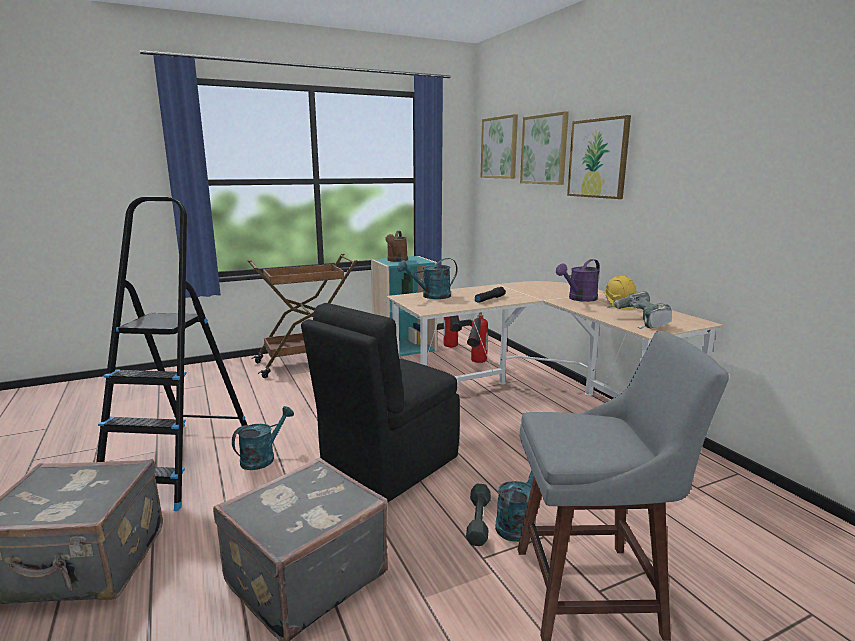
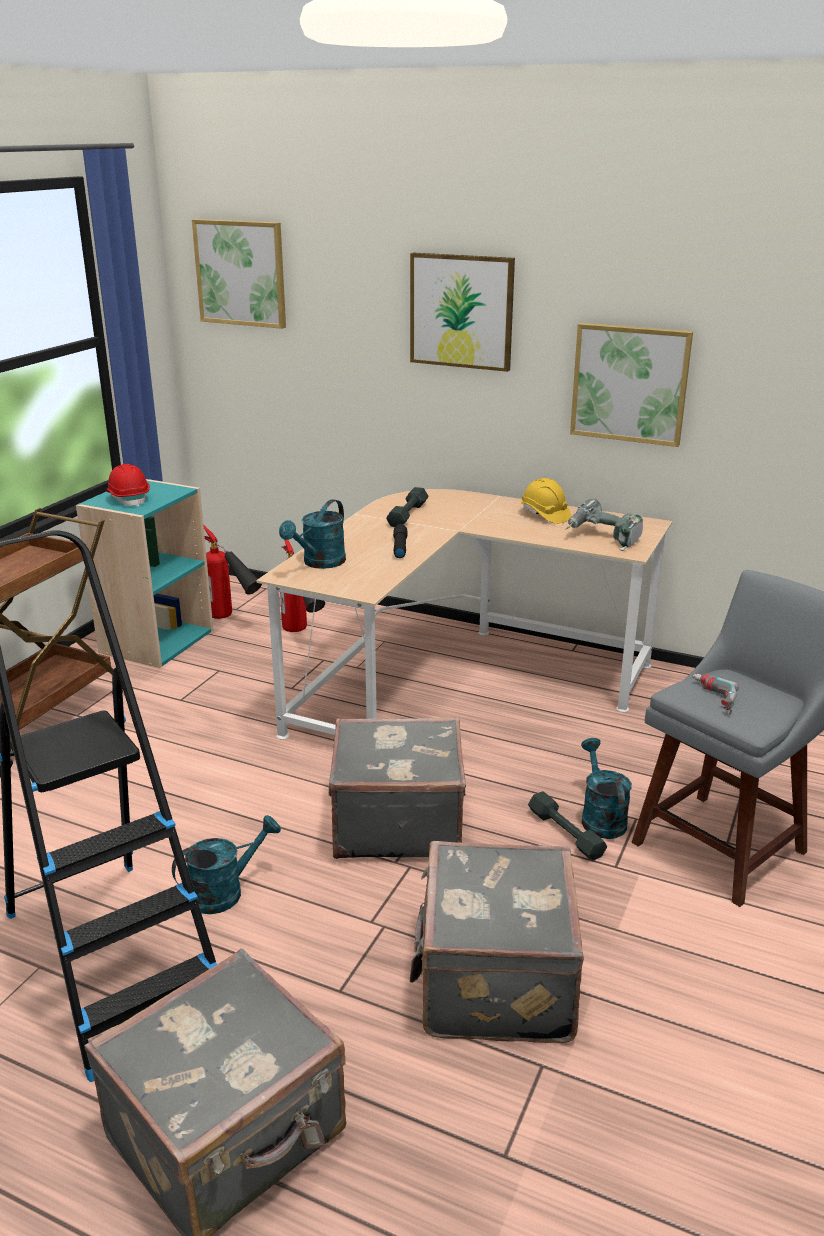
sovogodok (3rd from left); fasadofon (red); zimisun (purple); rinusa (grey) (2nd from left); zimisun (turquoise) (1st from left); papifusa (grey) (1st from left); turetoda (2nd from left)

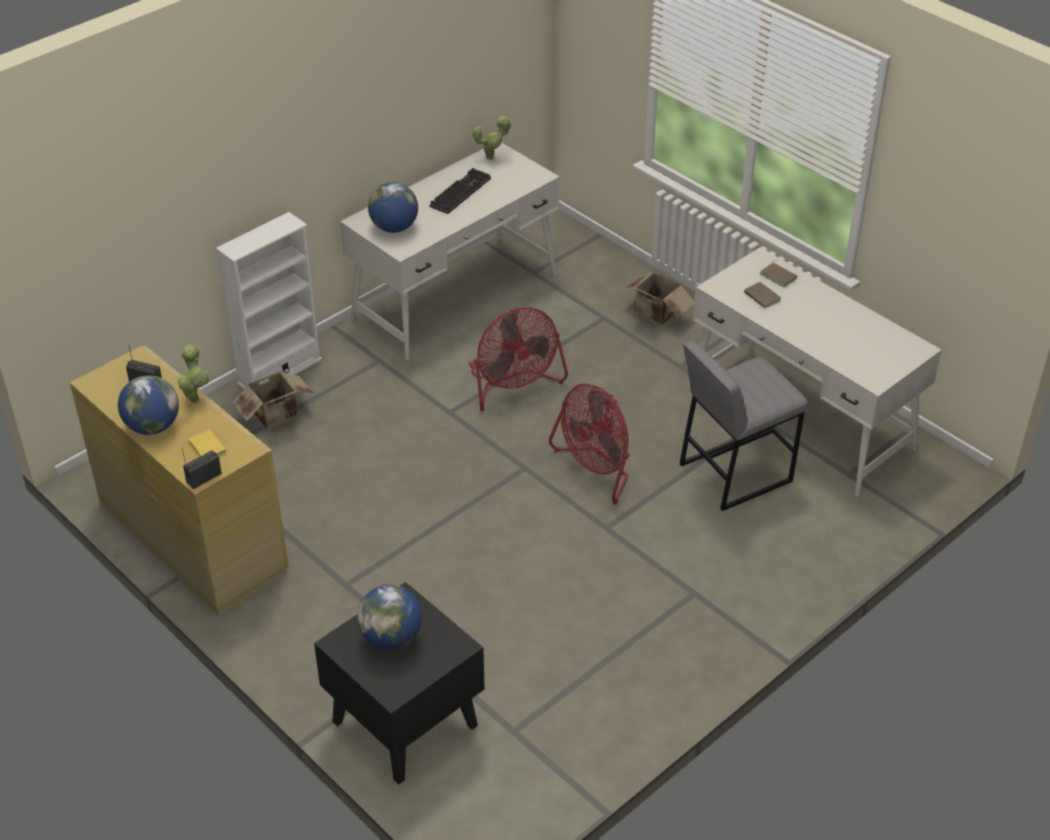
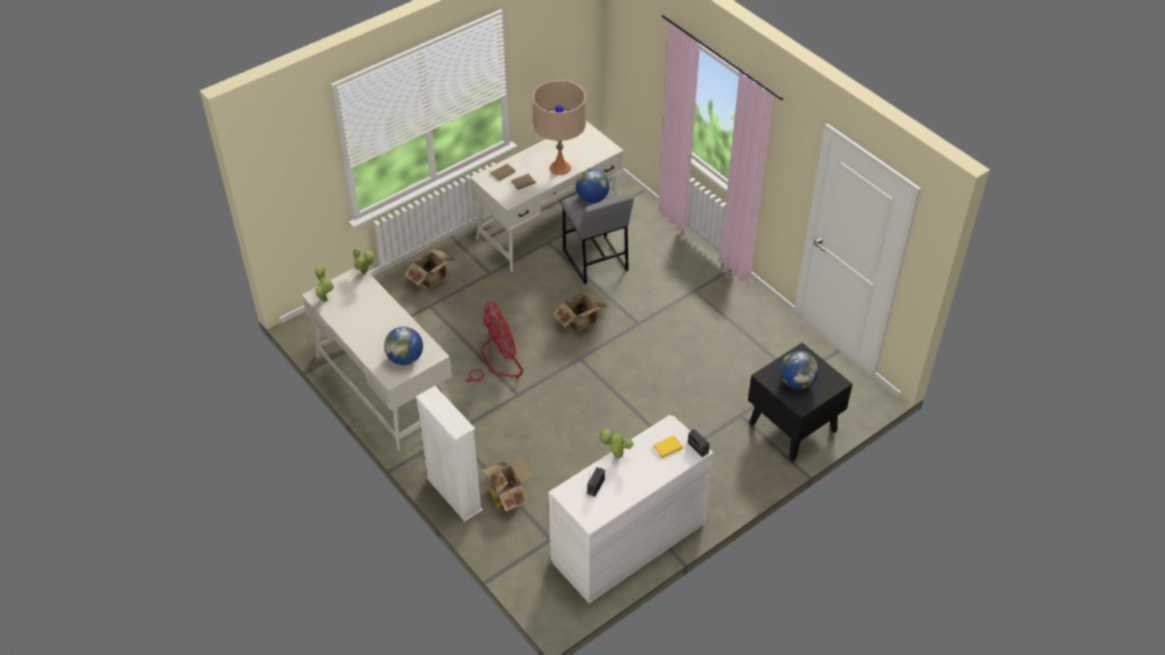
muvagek; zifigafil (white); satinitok (2nd from left); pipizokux (3rd from left); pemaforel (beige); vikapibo (2nd from left)

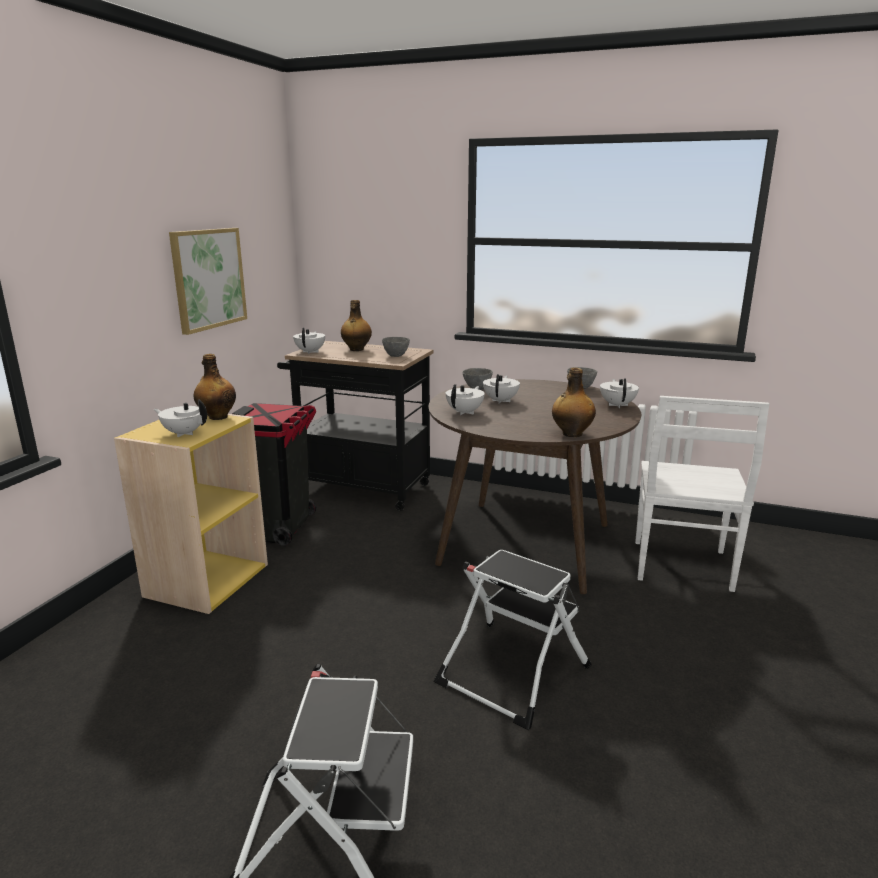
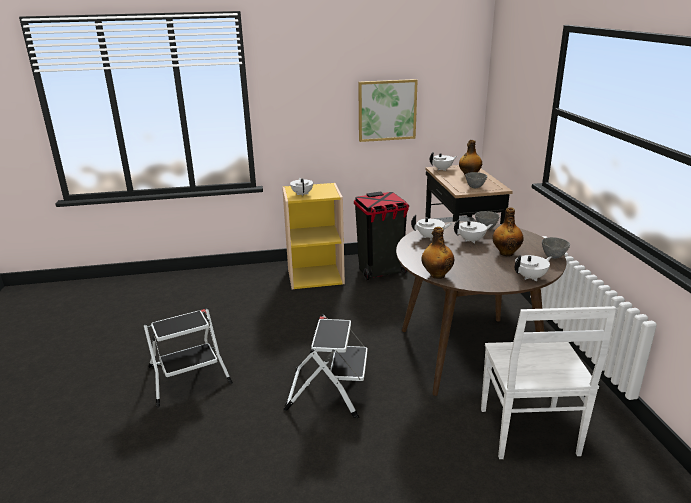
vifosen (3rd from left); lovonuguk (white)

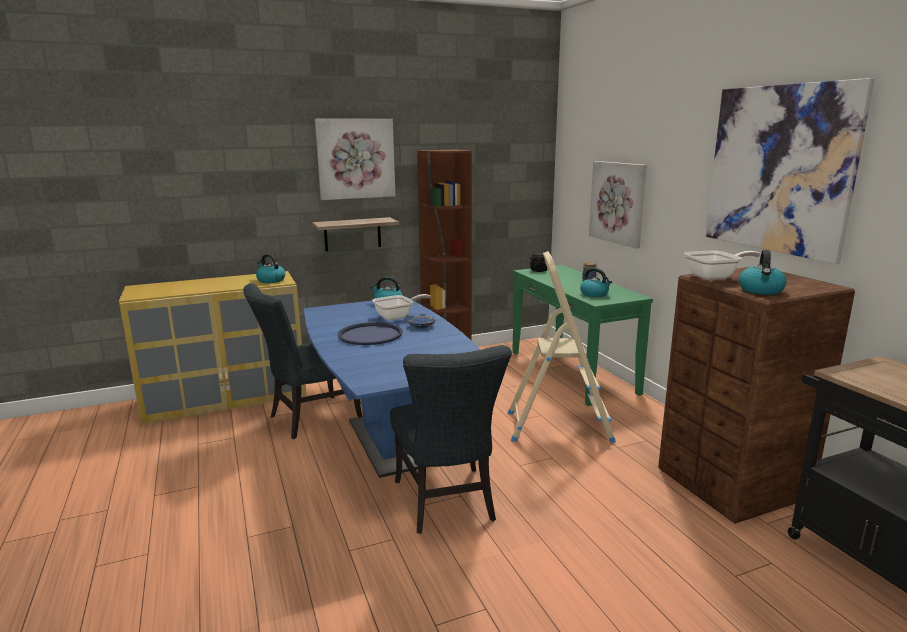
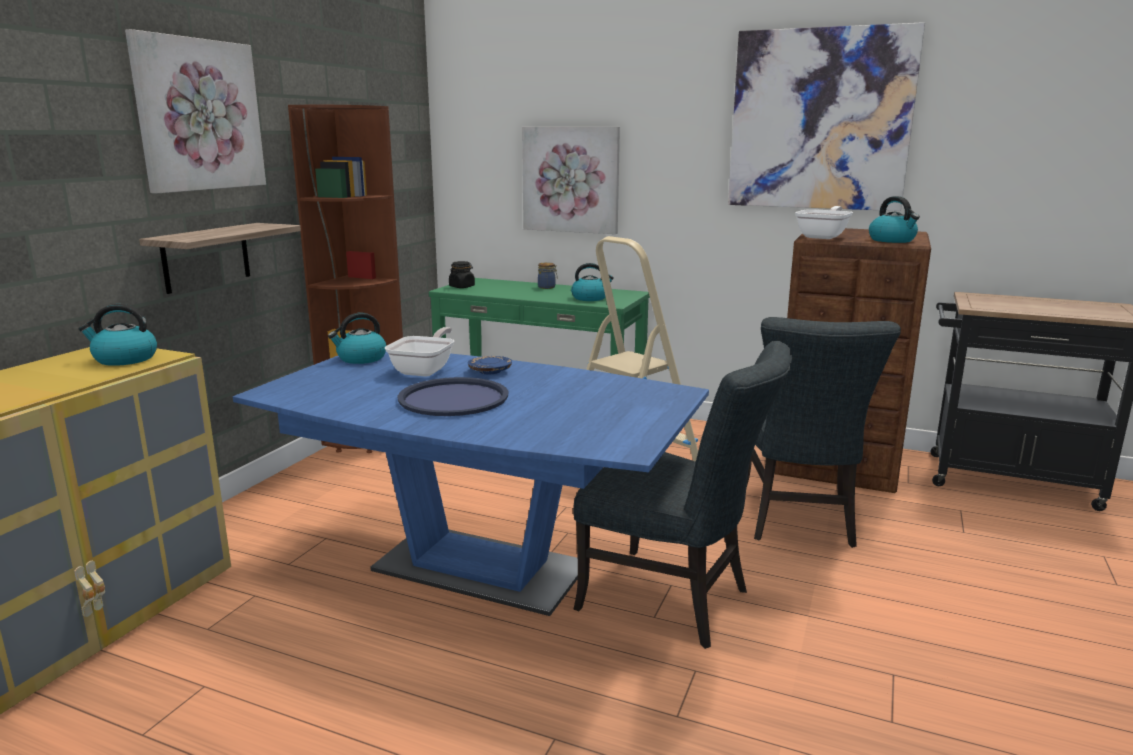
lovonuguk (grey) (2nd from left)

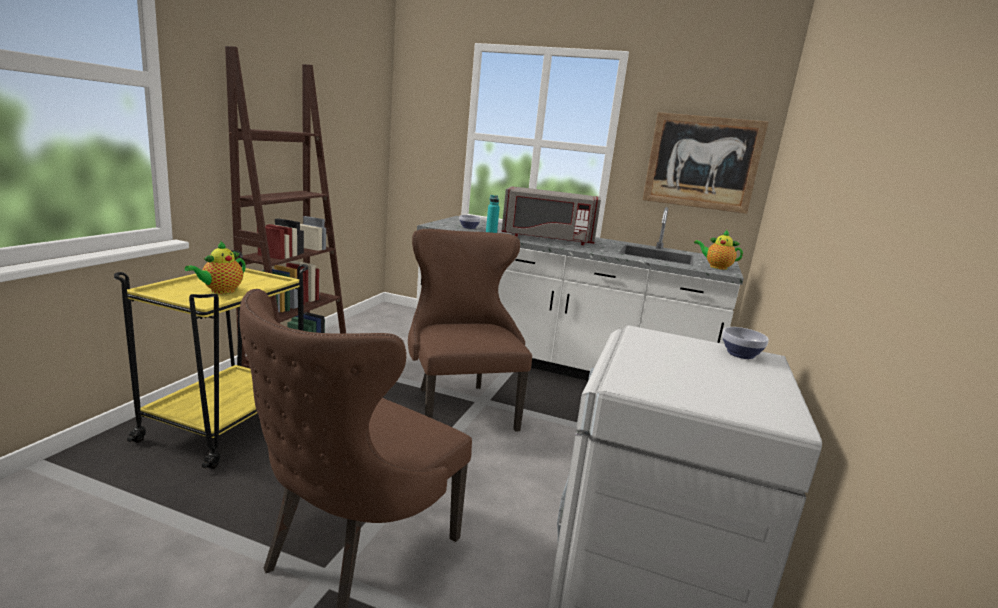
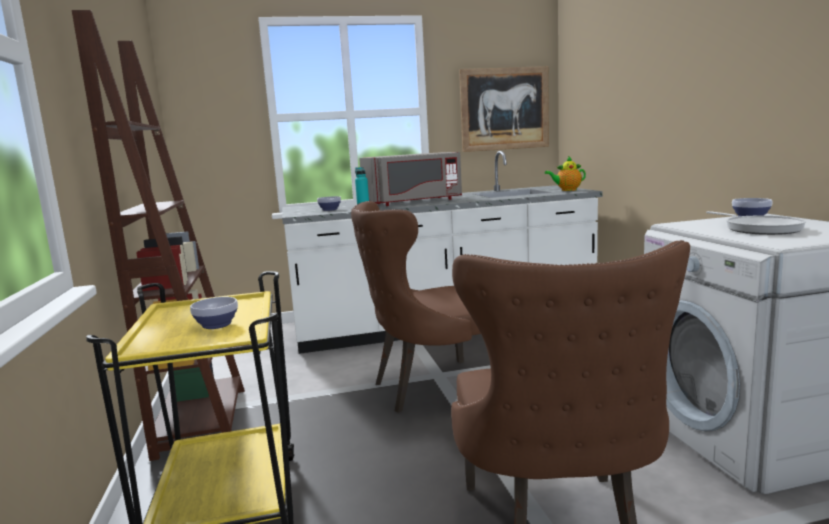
lovonuguk (brown) (1st from left); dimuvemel (1st from left); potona

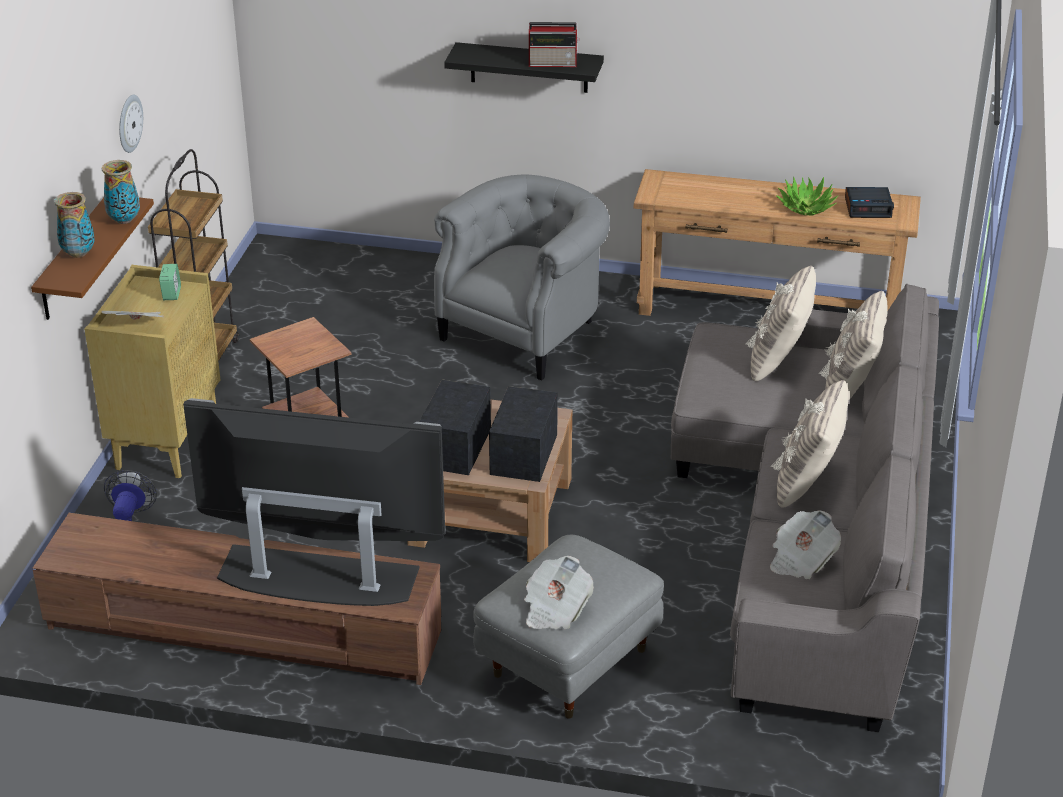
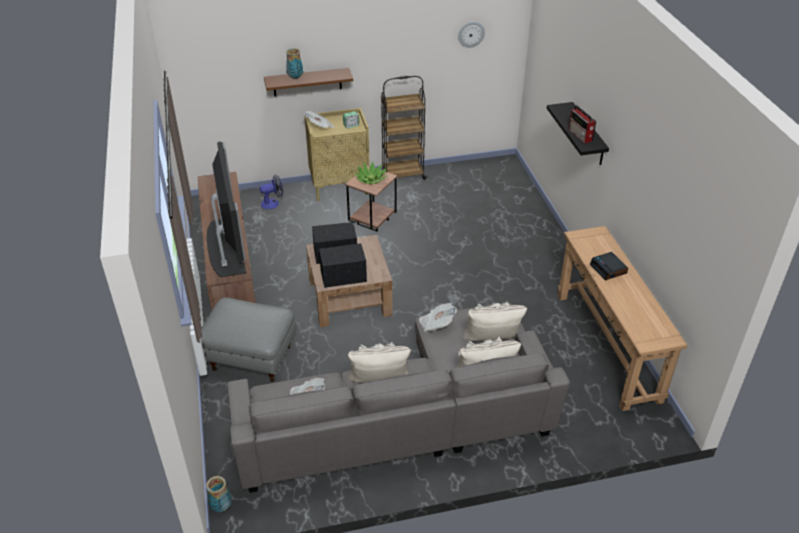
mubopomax; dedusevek (1st from left); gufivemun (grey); vikapibo; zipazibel (2nd from left); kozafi (3rd from left)

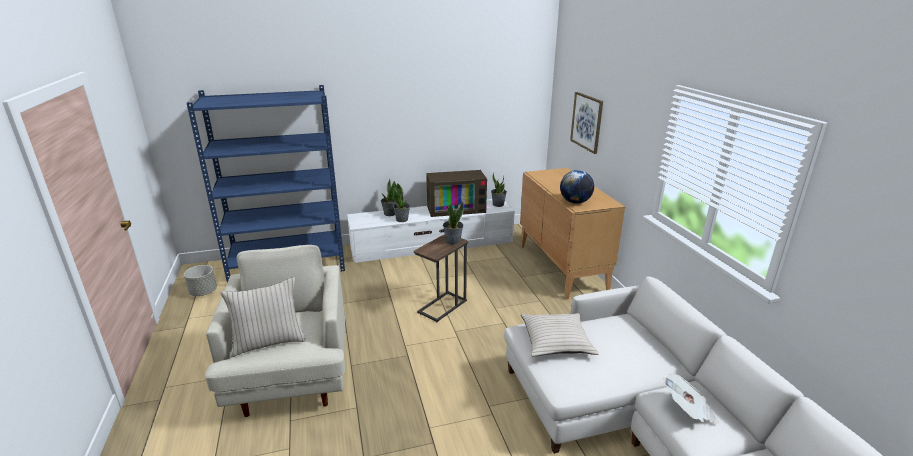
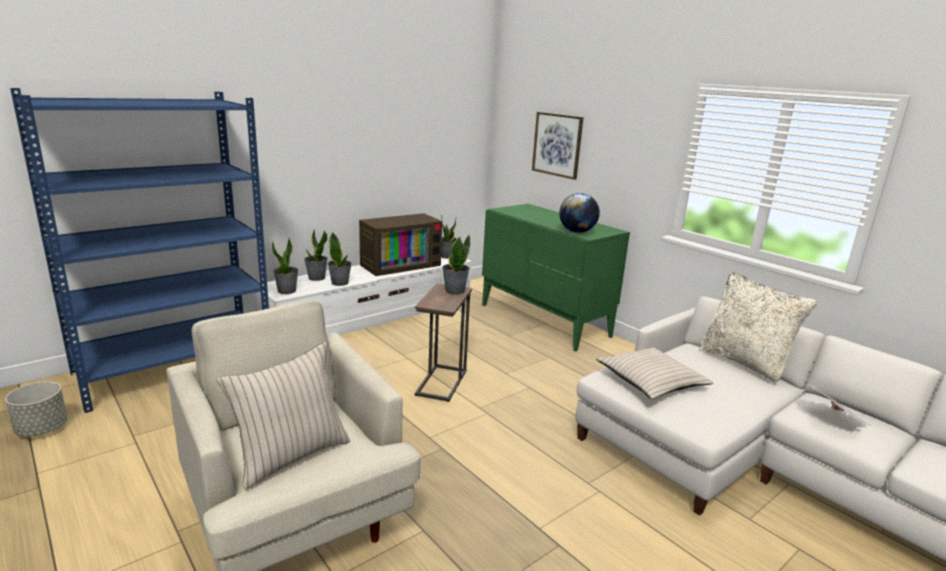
zifigafil (green); vikapibo (1st from left); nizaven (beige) (3rd from left)

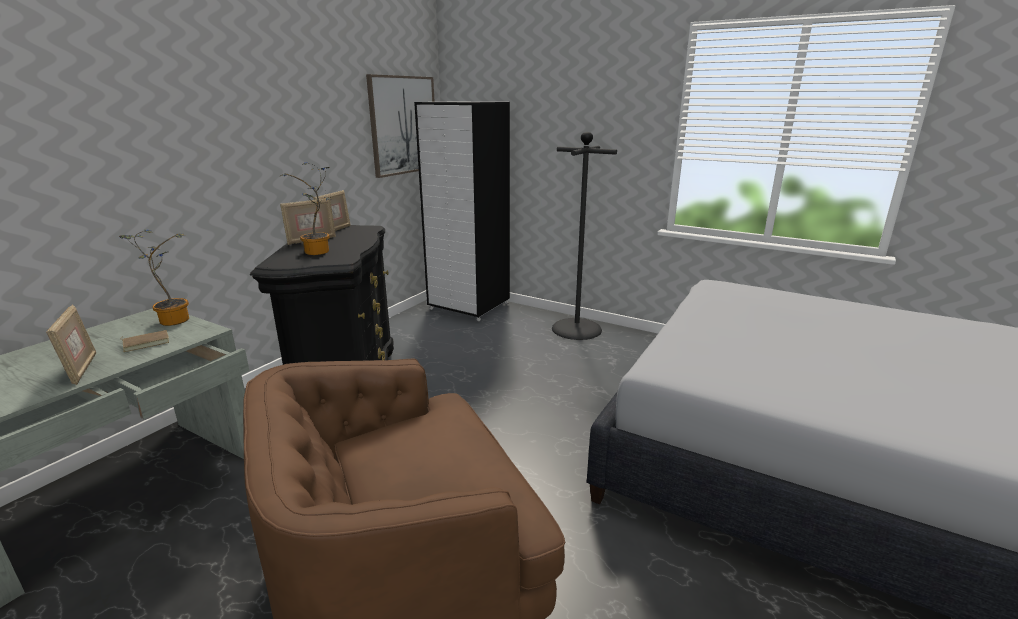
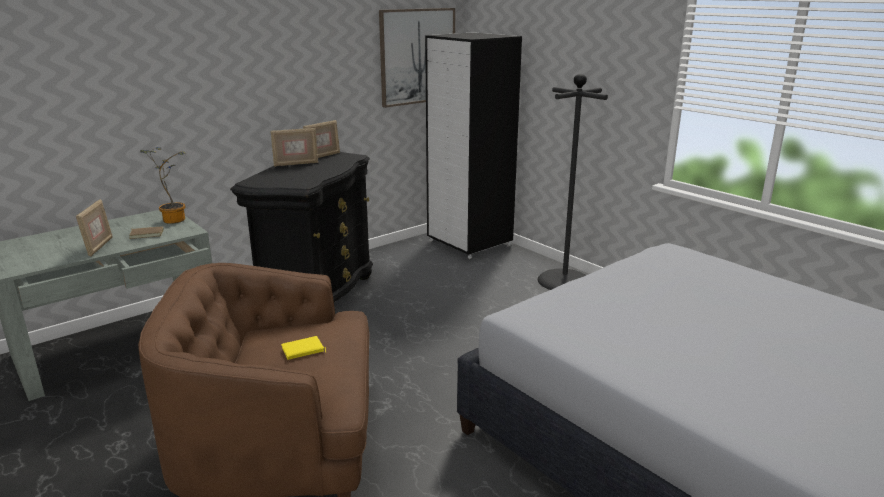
vikapibo (2nd from left in the first image); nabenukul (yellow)

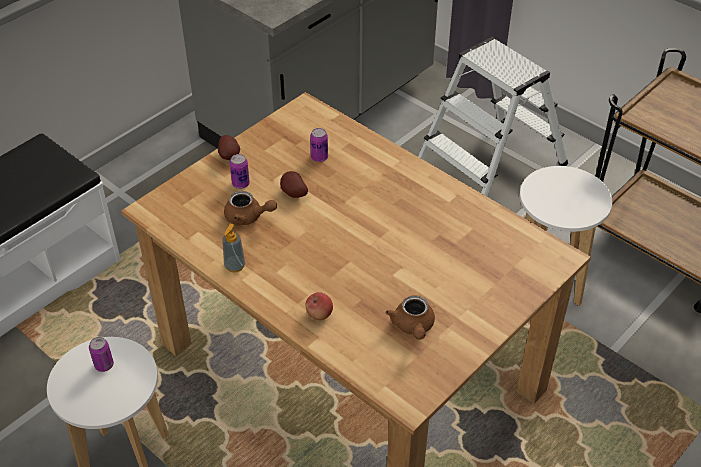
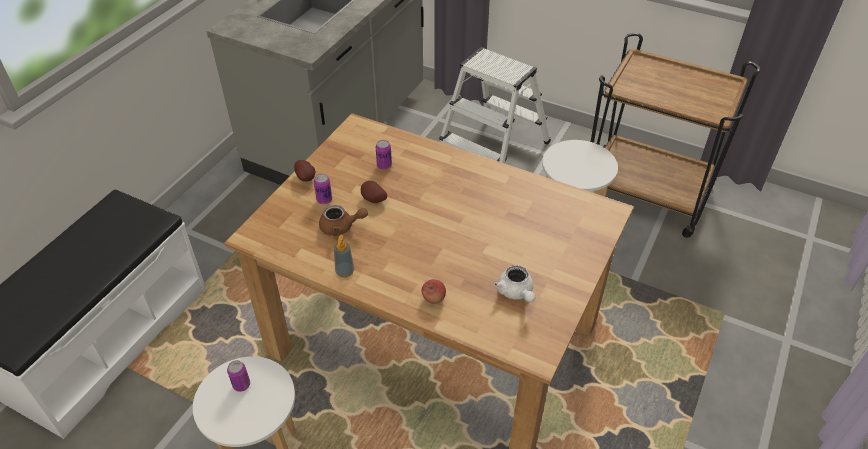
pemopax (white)

